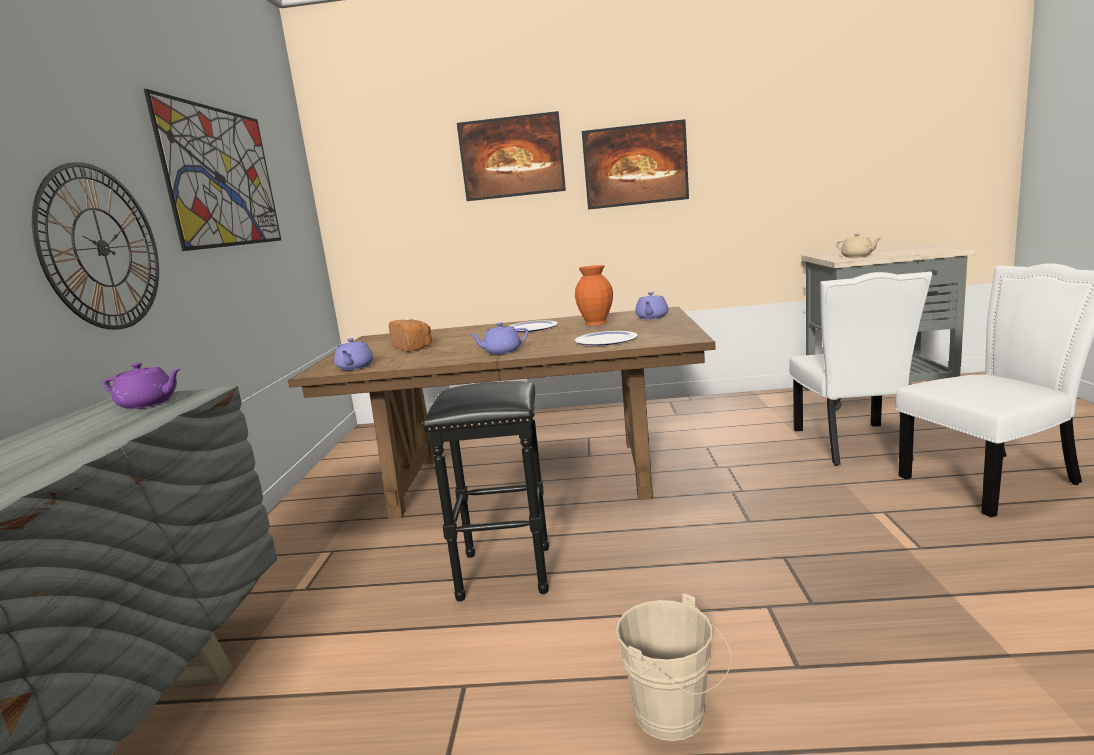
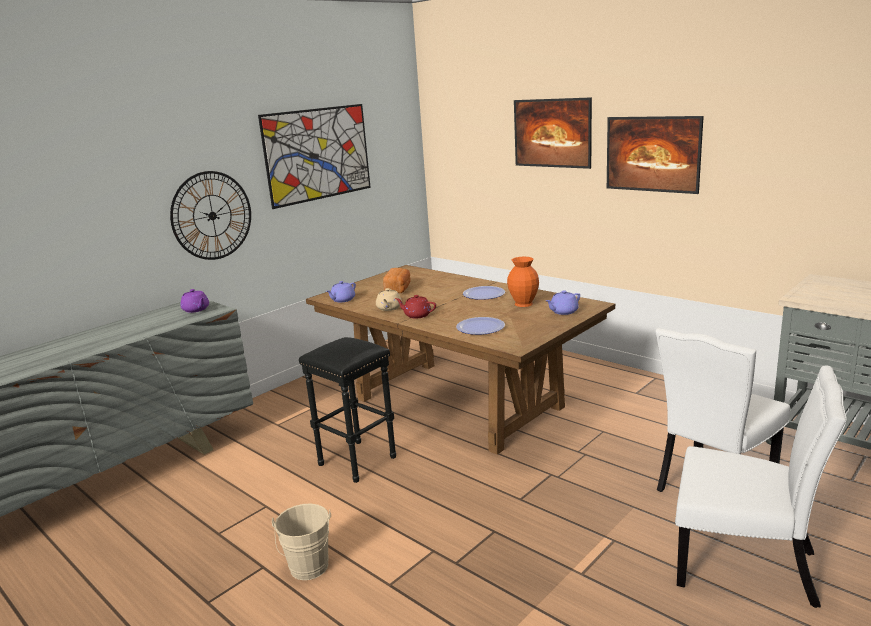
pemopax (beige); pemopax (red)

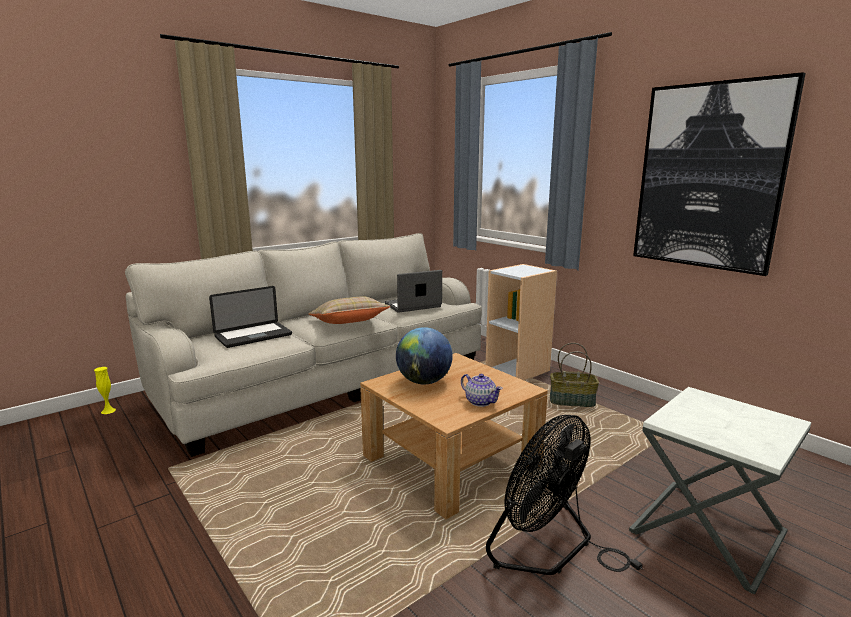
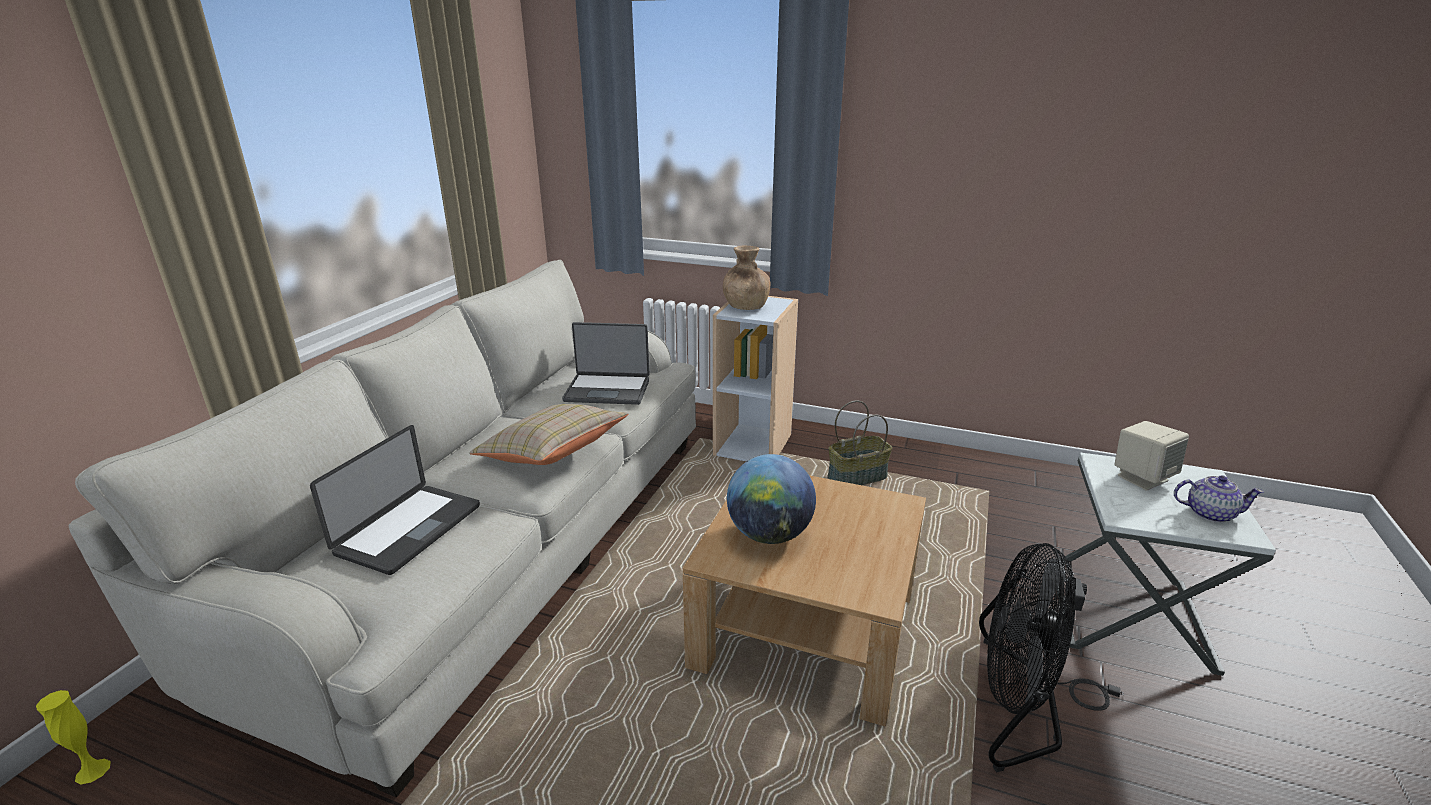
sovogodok; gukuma (2nd from left); pemopax; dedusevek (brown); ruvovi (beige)

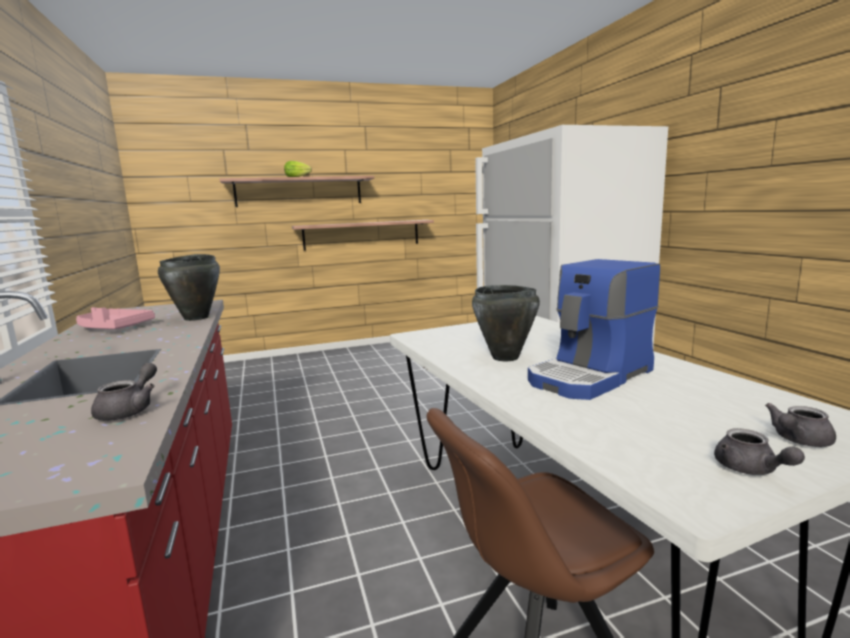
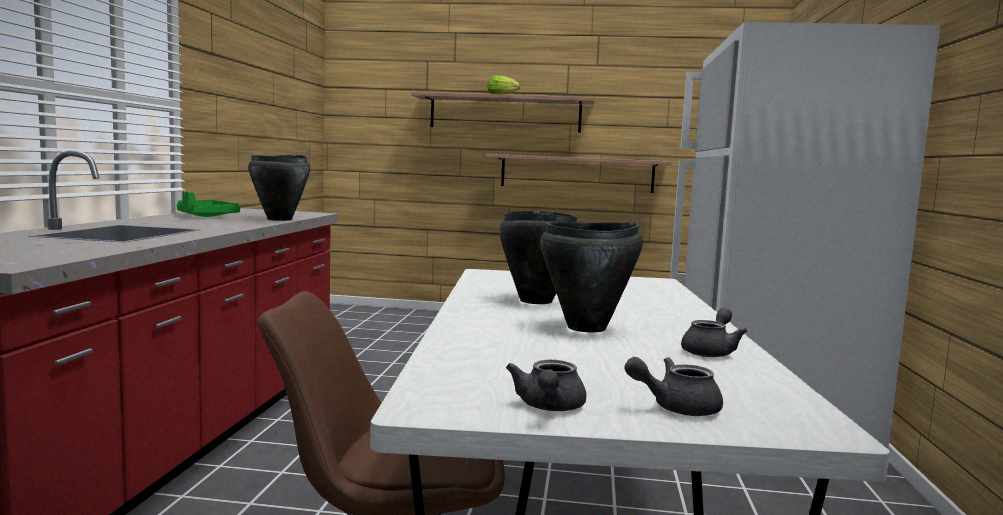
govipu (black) (3rd from left); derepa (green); pemopax (grey) (3rd from left)

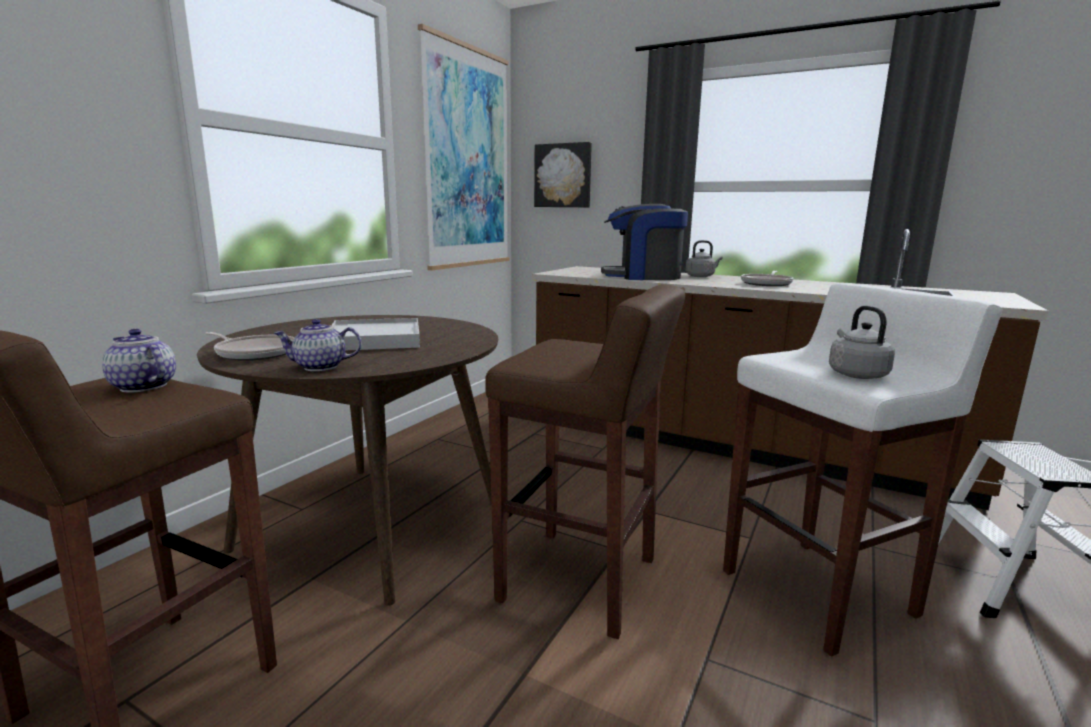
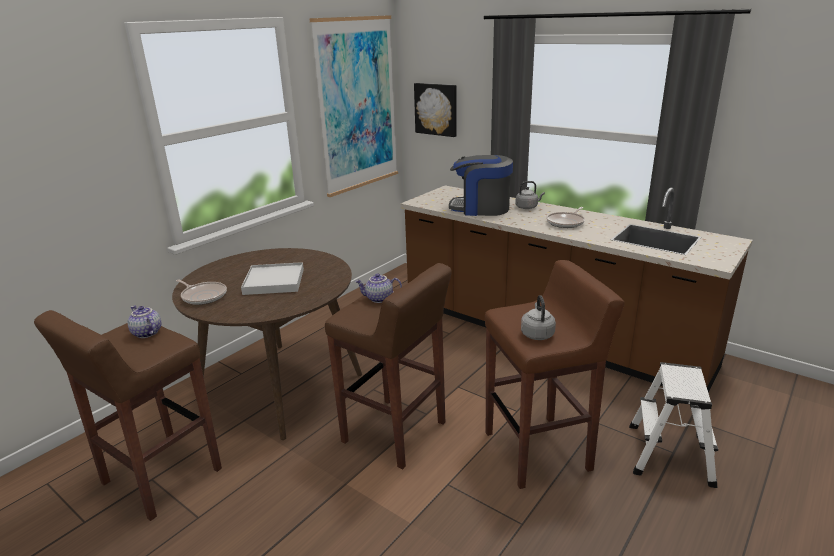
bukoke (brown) (3rd from left); pemopax (2nd from left)

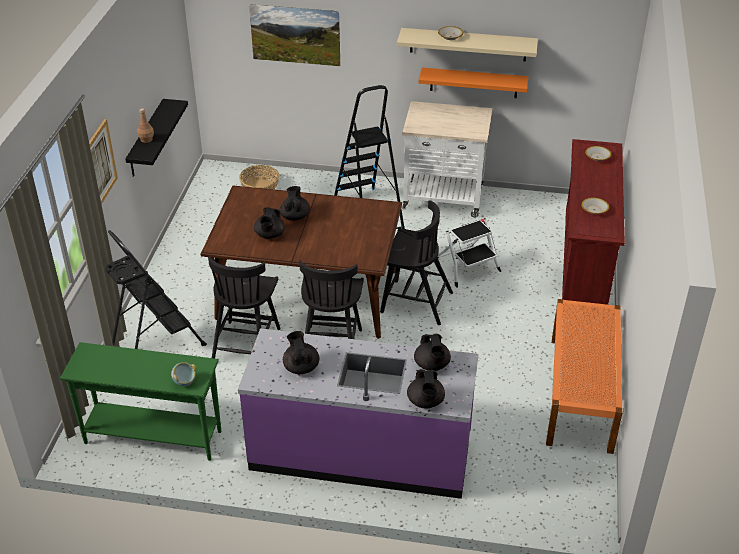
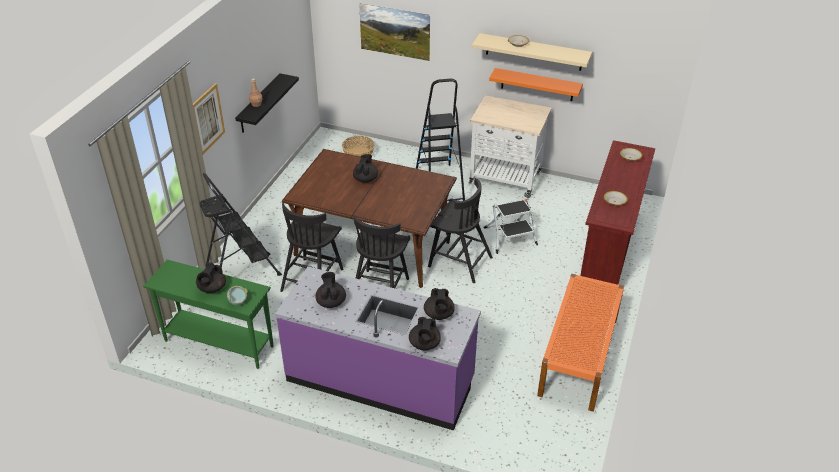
pemopax (black) (1st from left)

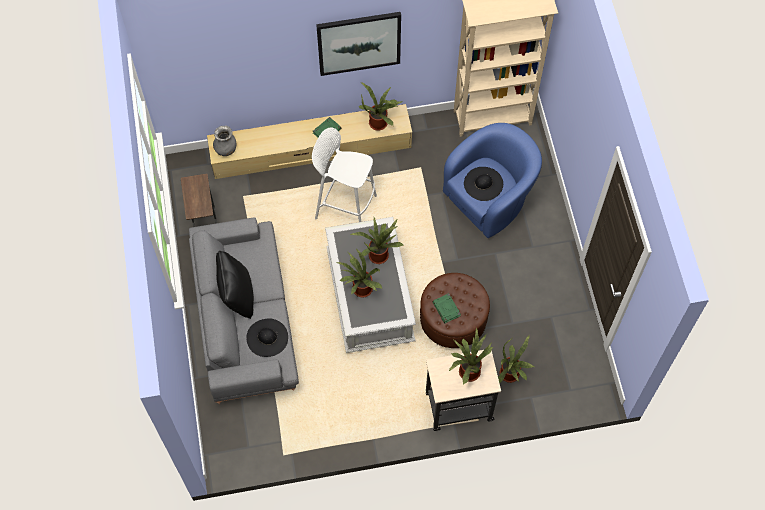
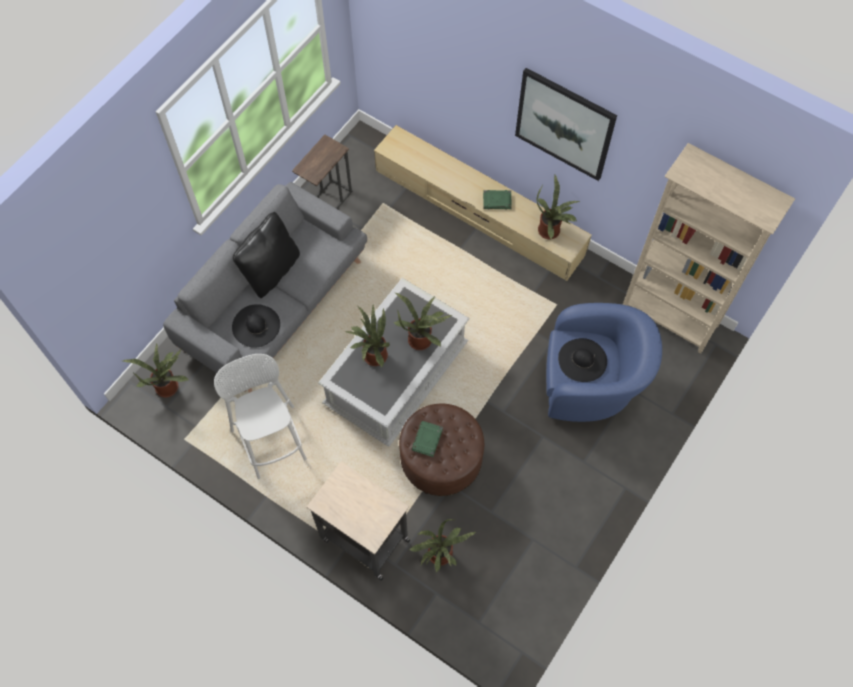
dedusevek (grey); bukoke (white); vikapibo (1st from left)

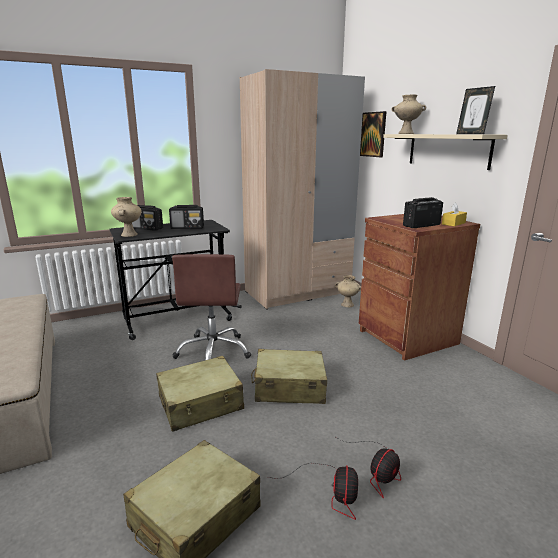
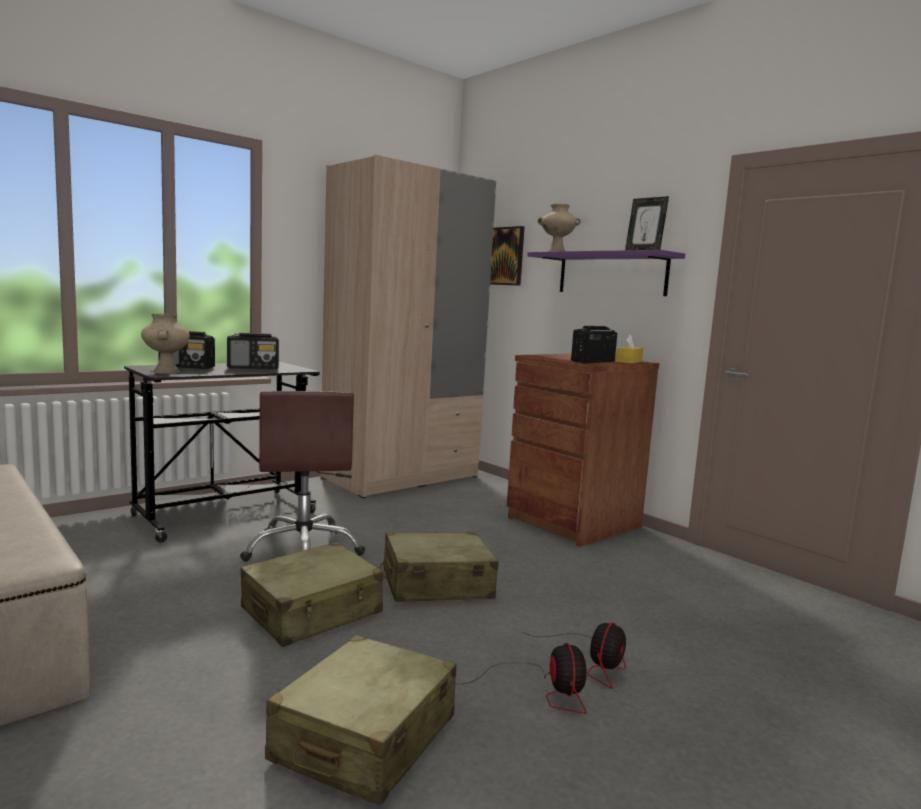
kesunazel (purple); dedusevek (beige) (2nd from left in the first image)

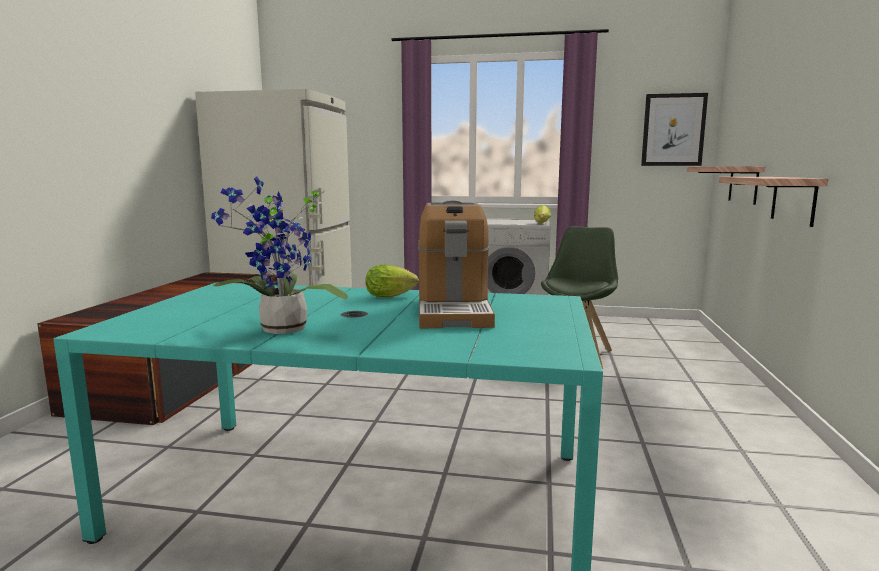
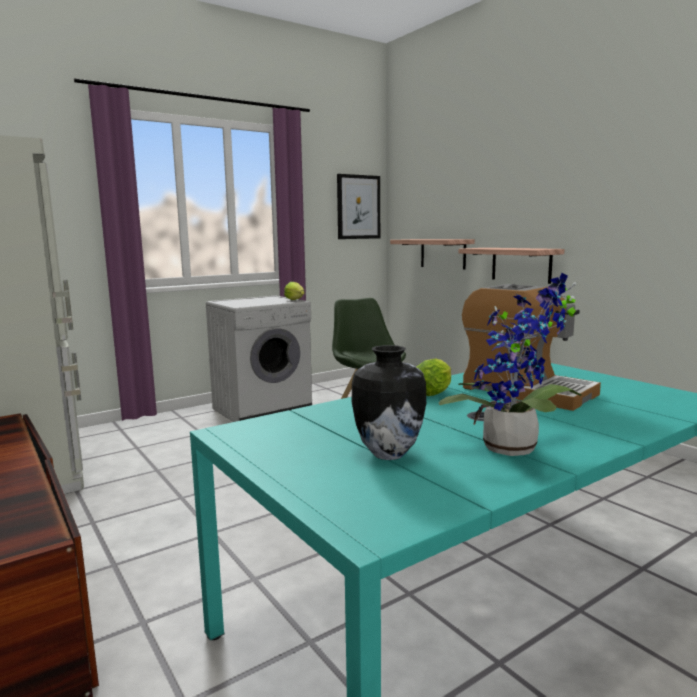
dedusevek

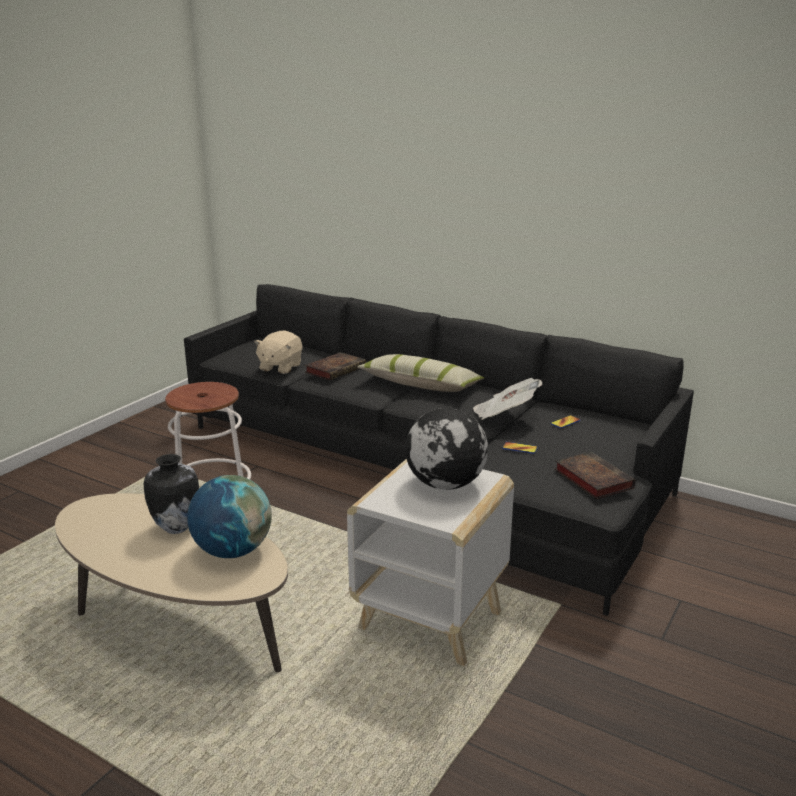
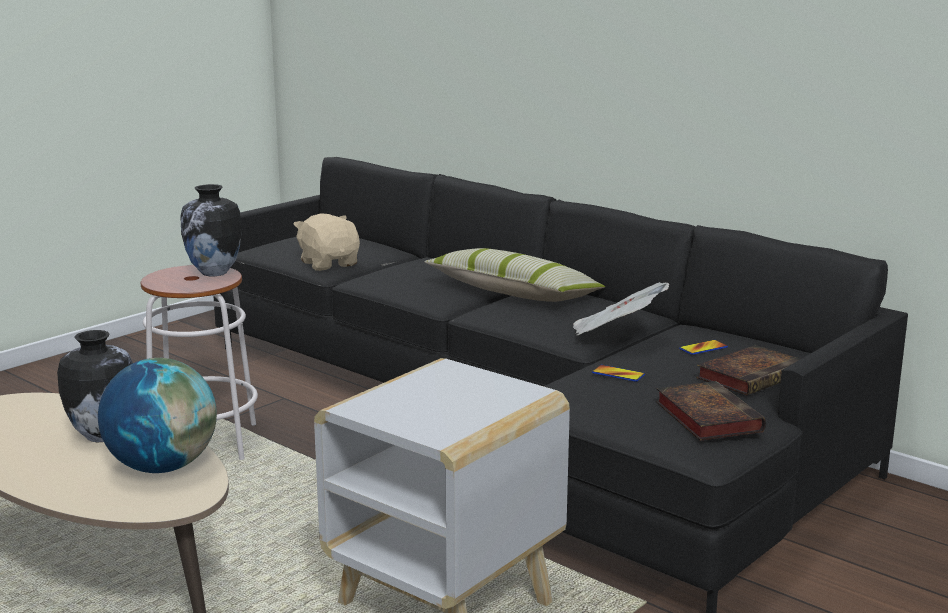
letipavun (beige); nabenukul (2nd from left); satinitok (2nd from left in the first image); dedusevek (2nd from left)

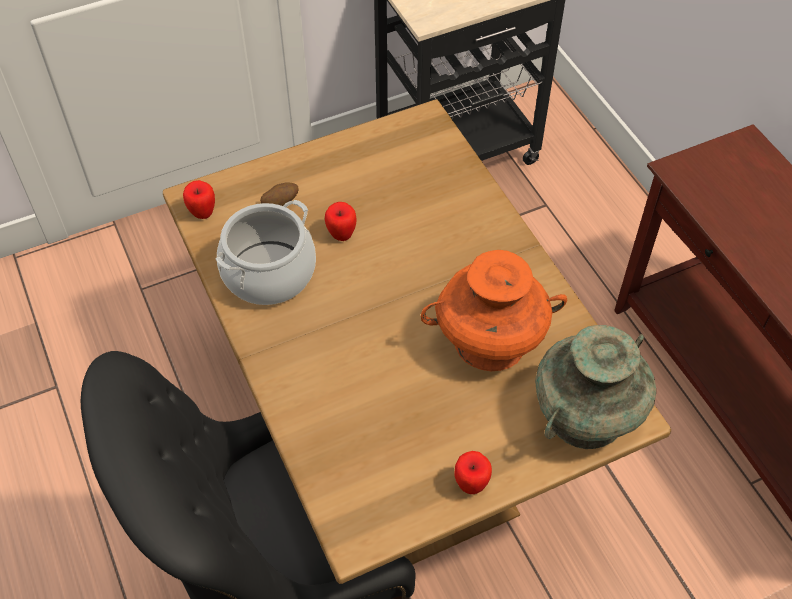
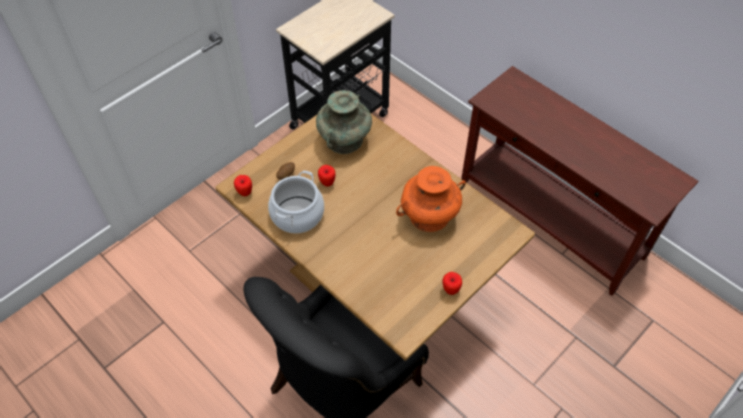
dedusevek (turquoise)

